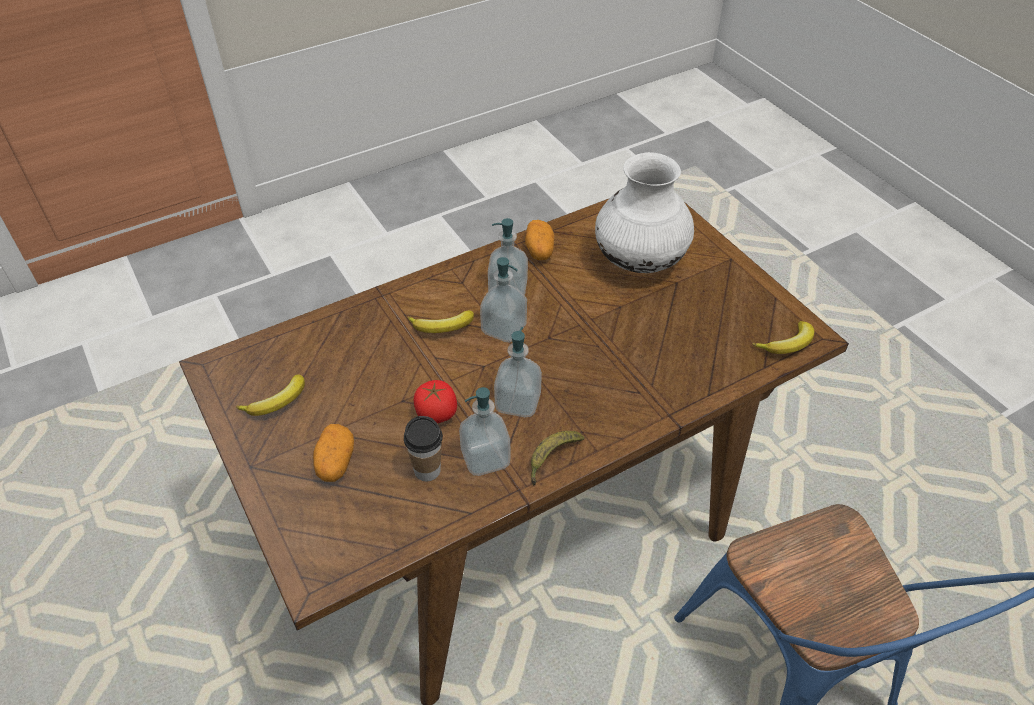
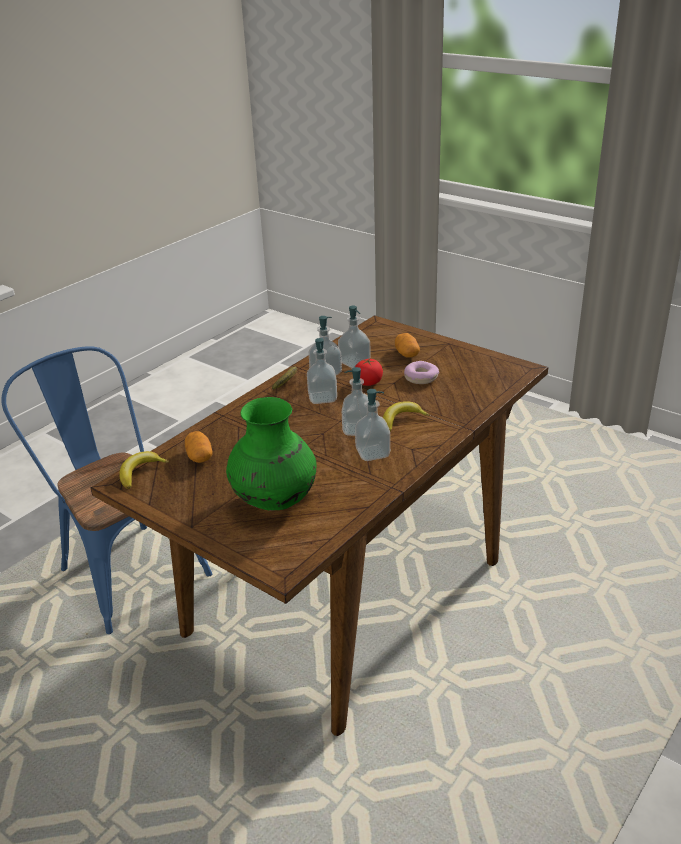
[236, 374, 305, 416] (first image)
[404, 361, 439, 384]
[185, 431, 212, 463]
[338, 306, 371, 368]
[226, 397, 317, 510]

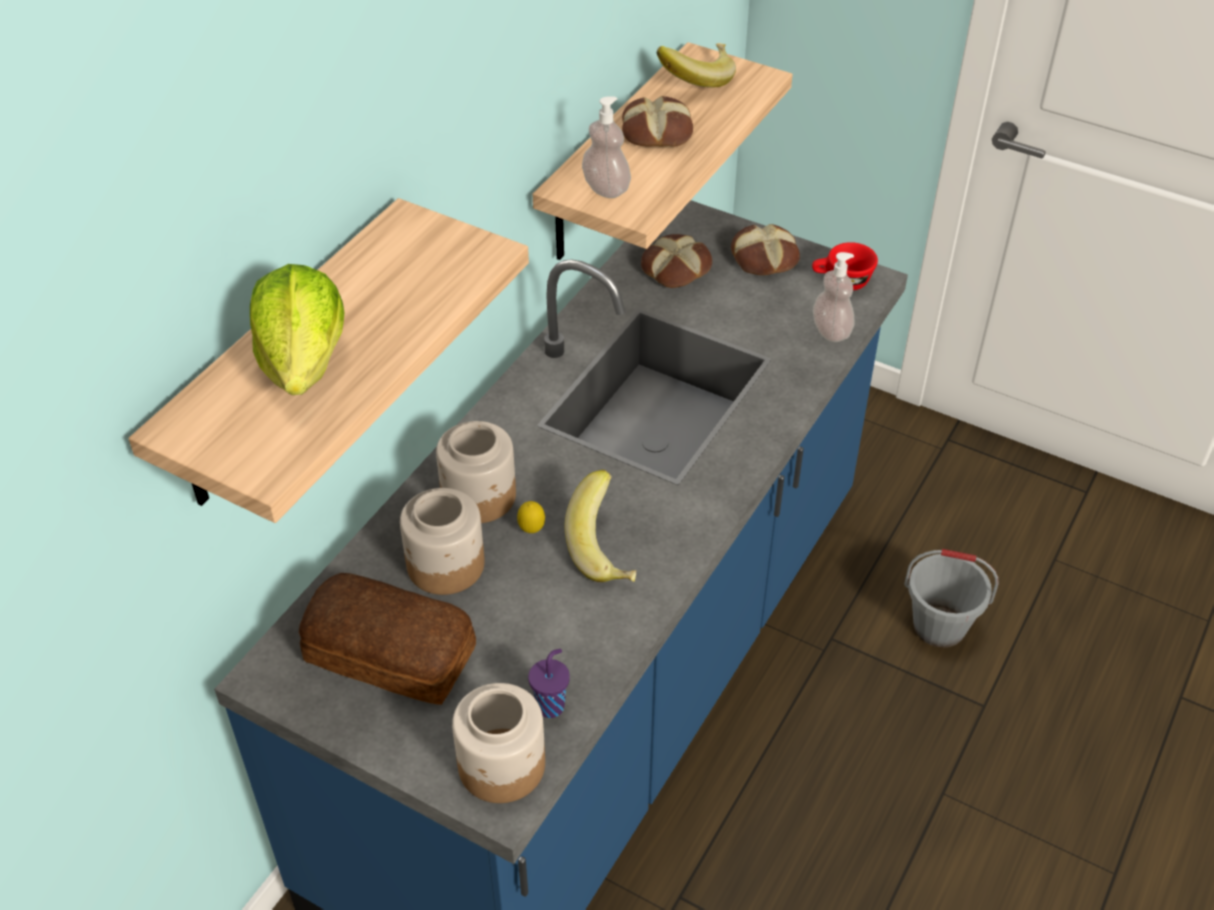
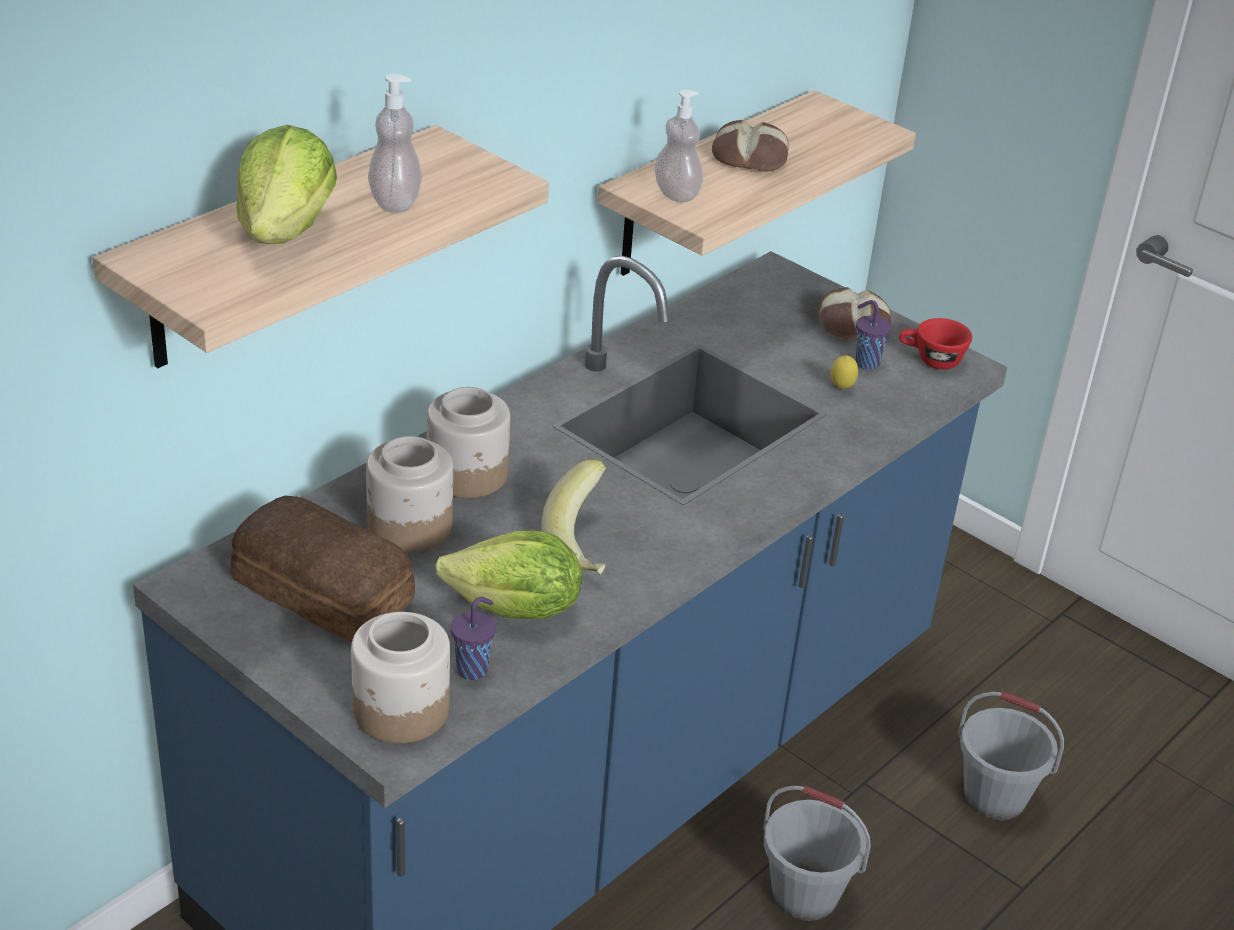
[641, 234, 712, 288] (first image)
[656, 43, 736, 87] (first image)
[435, 531, 582, 619]
[763, 785, 871, 921]
[855, 300, 891, 370]
[831, 355, 858, 389]
[368, 73, 422, 213]

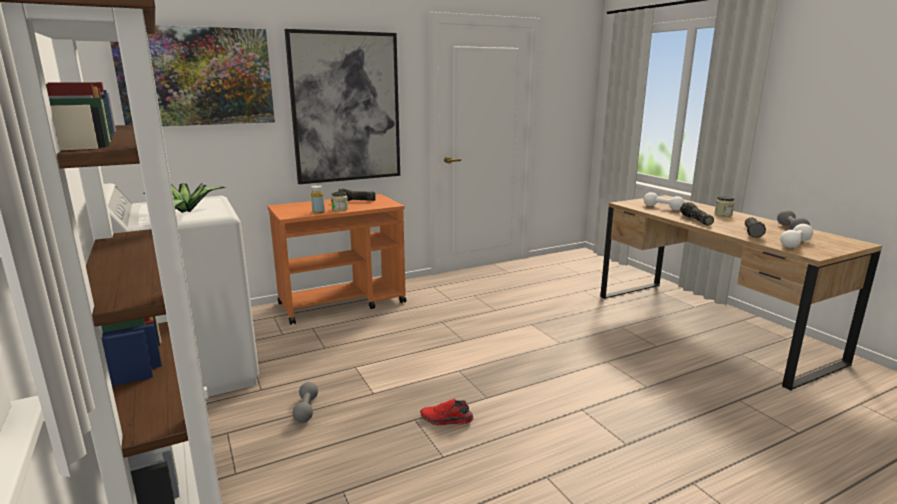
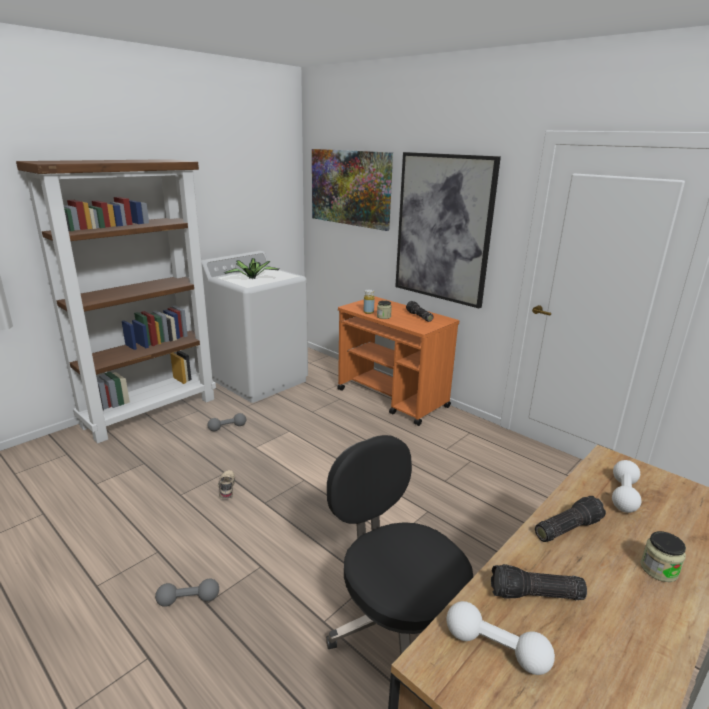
[326, 435, 473, 655]
[155, 579, 219, 607]
[218, 470, 235, 499]

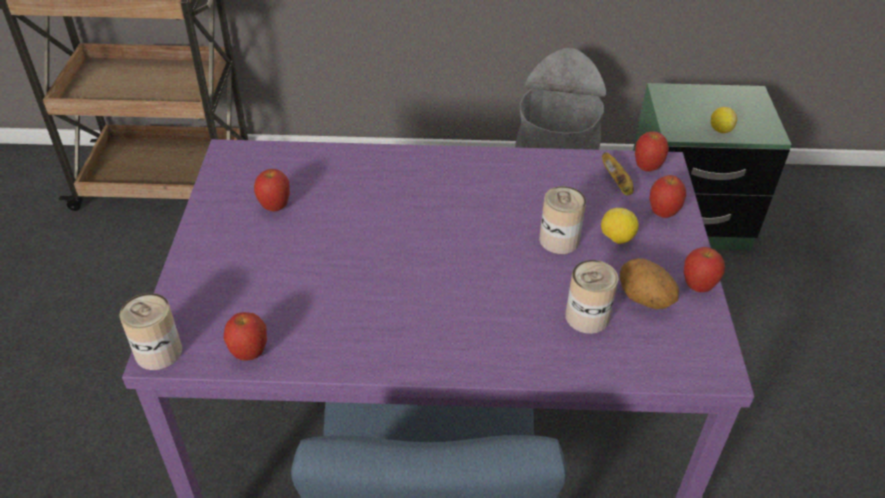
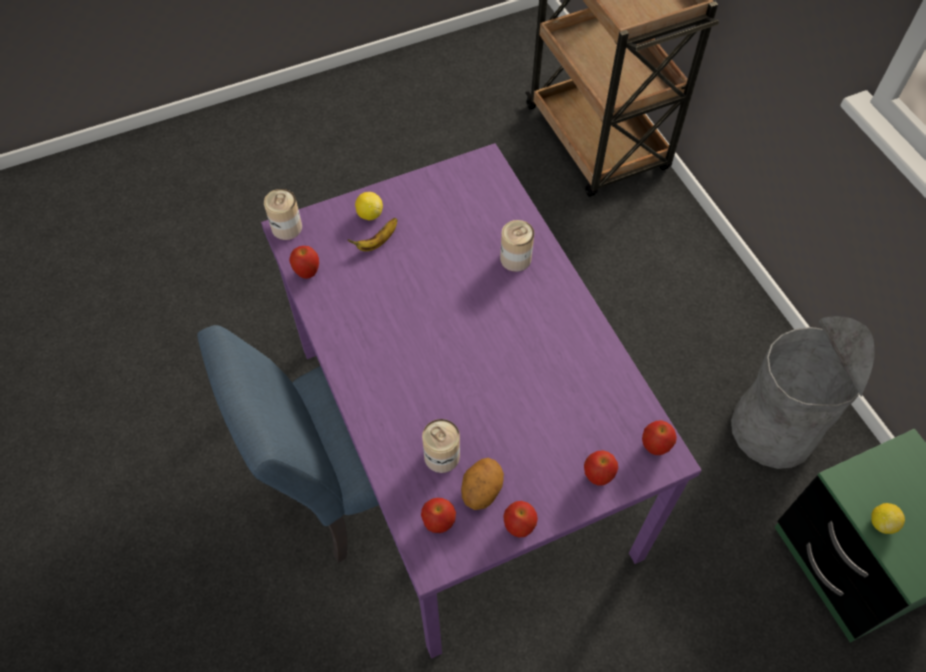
[421, 498, 456, 533]
[500, 220, 534, 272]
[355, 192, 383, 220]
[348, 218, 397, 251]

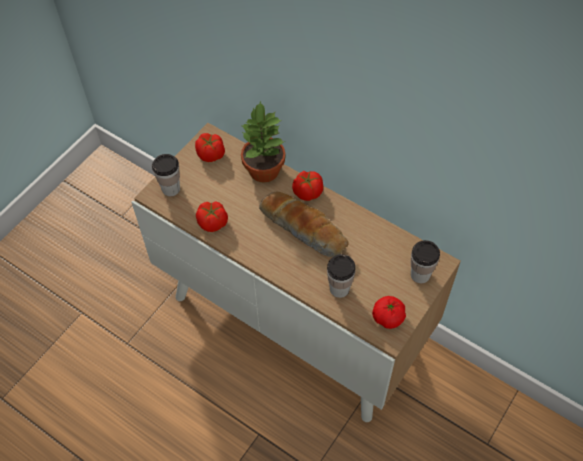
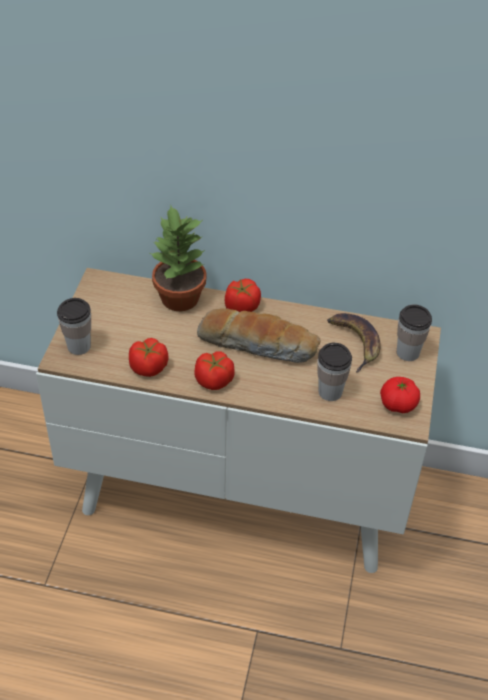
[327, 313, 381, 373]
[194, 351, 235, 390]

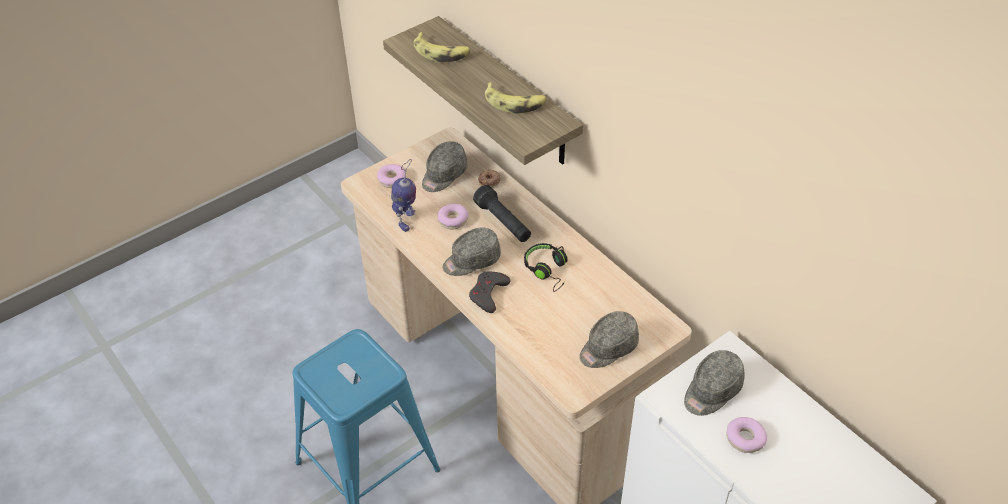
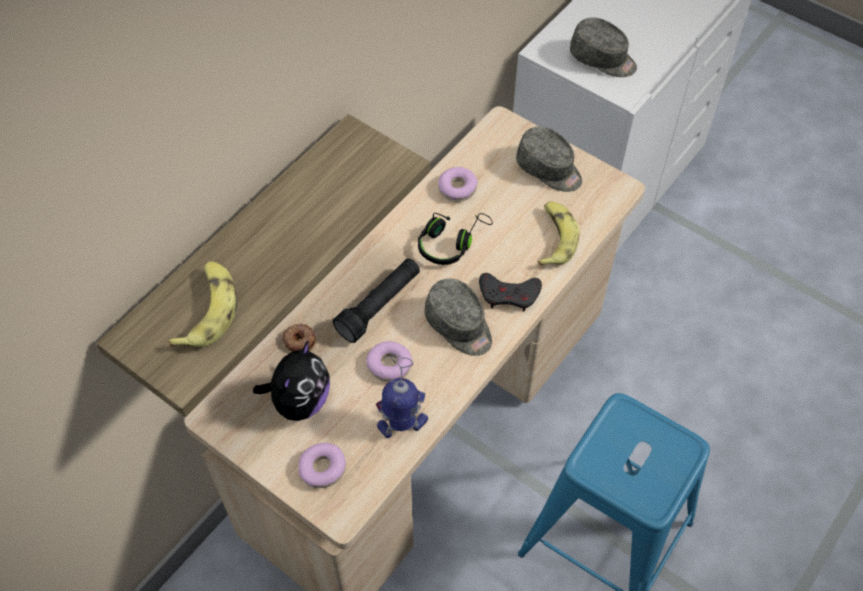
[537, 201, 580, 266]
[438, 167, 478, 202]
[253, 340, 330, 421]

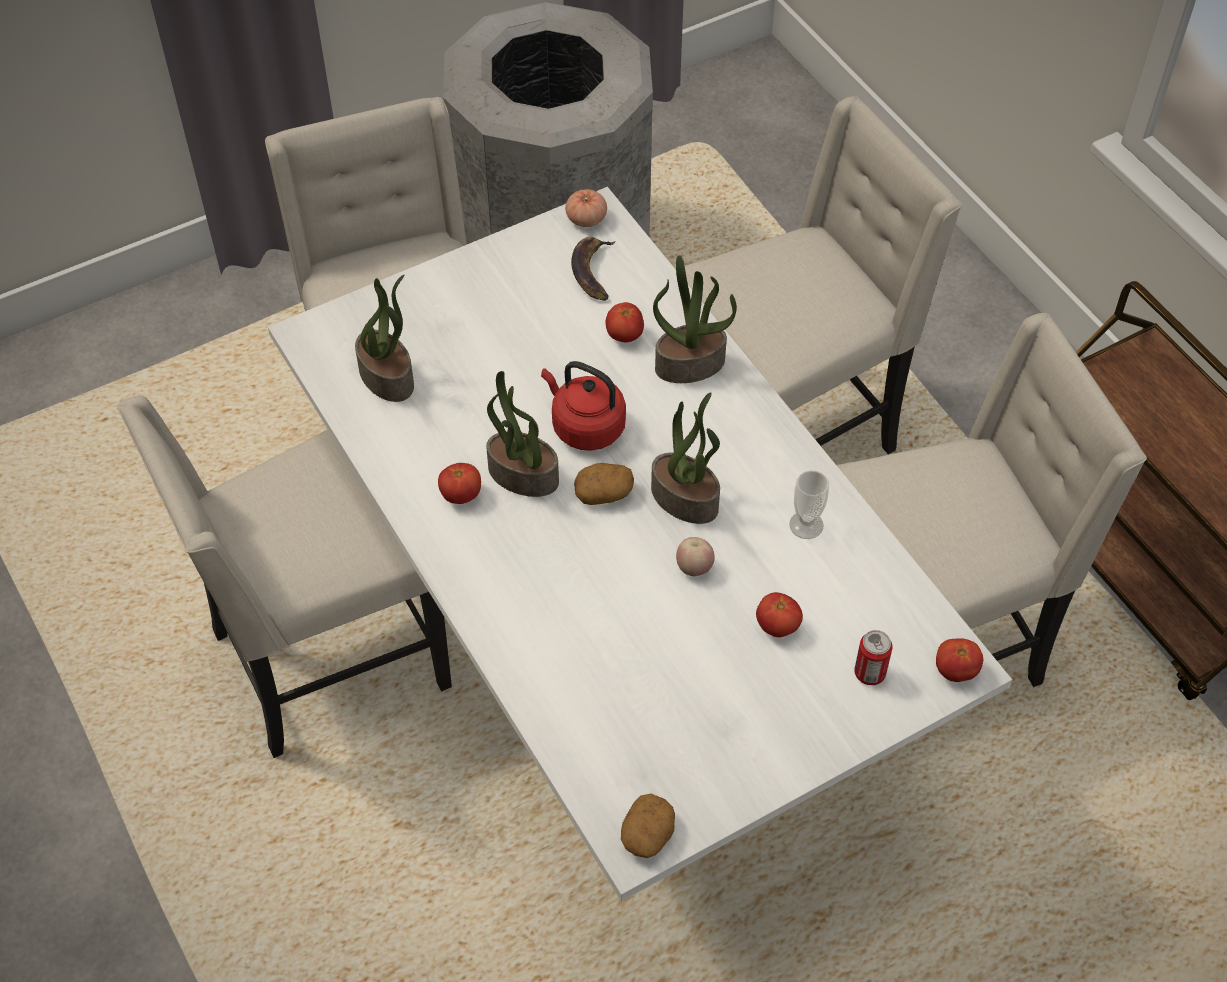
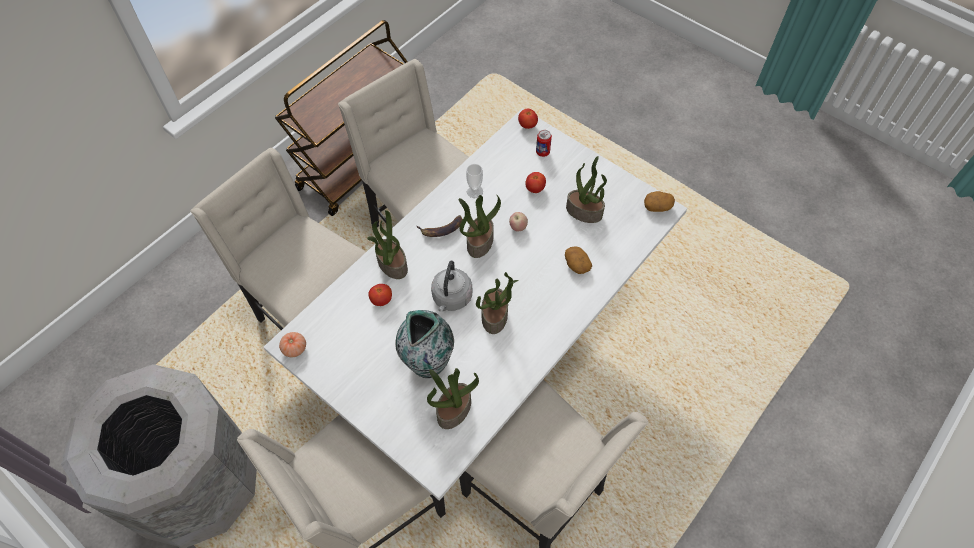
[438, 463, 481, 504] (first image)
[395, 310, 454, 378]
[566, 156, 607, 223]
[417, 215, 463, 237]
[565, 246, 592, 274]
[431, 261, 472, 312]

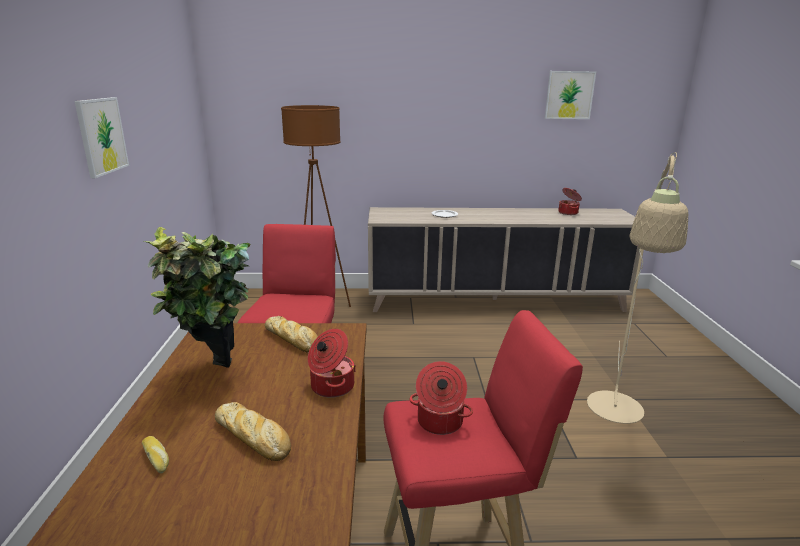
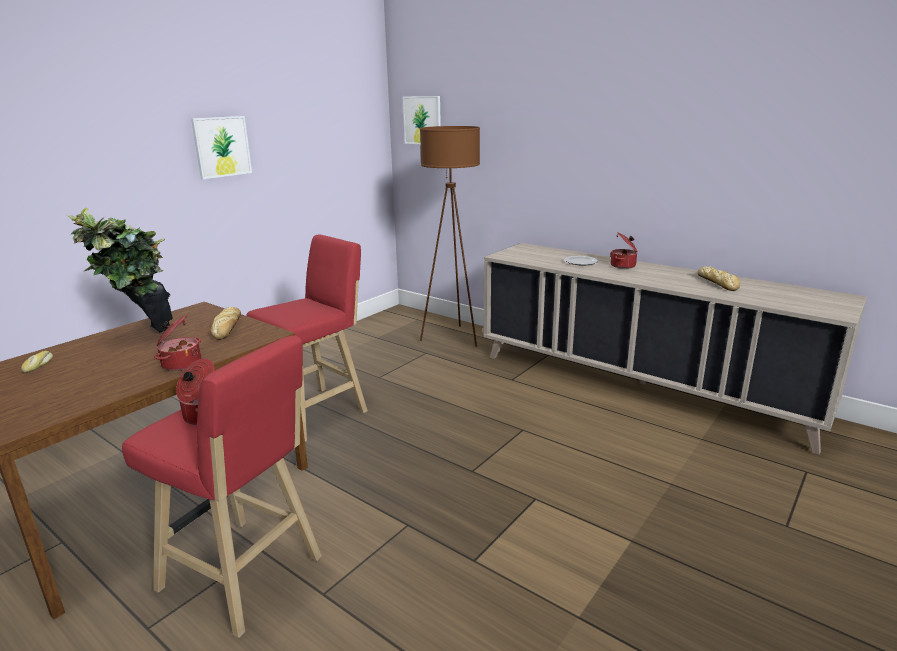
[587, 152, 688, 424] (first image)
[697, 266, 740, 291]
[403, 96, 441, 144]
[610, 232, 638, 269]

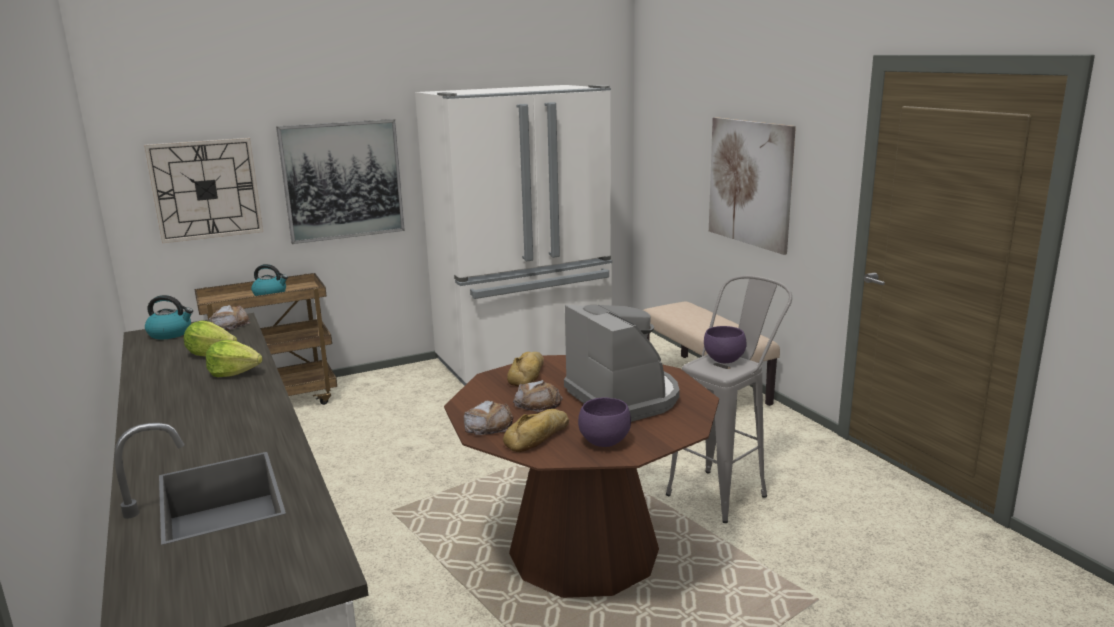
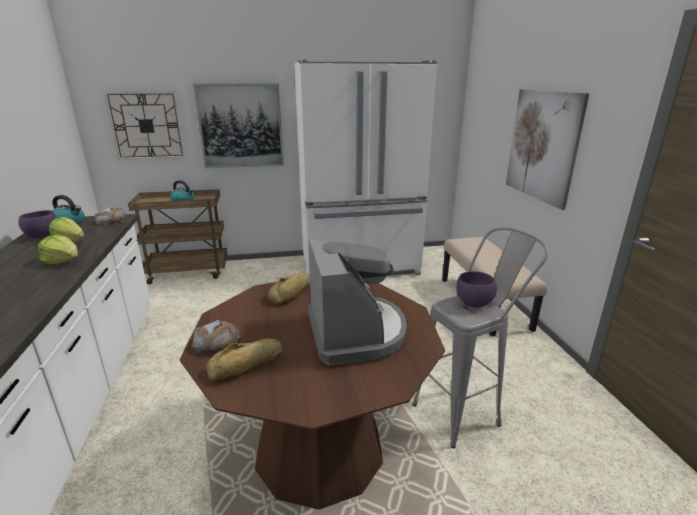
[513, 380, 563, 412] (first image)
[18, 210, 57, 238]

